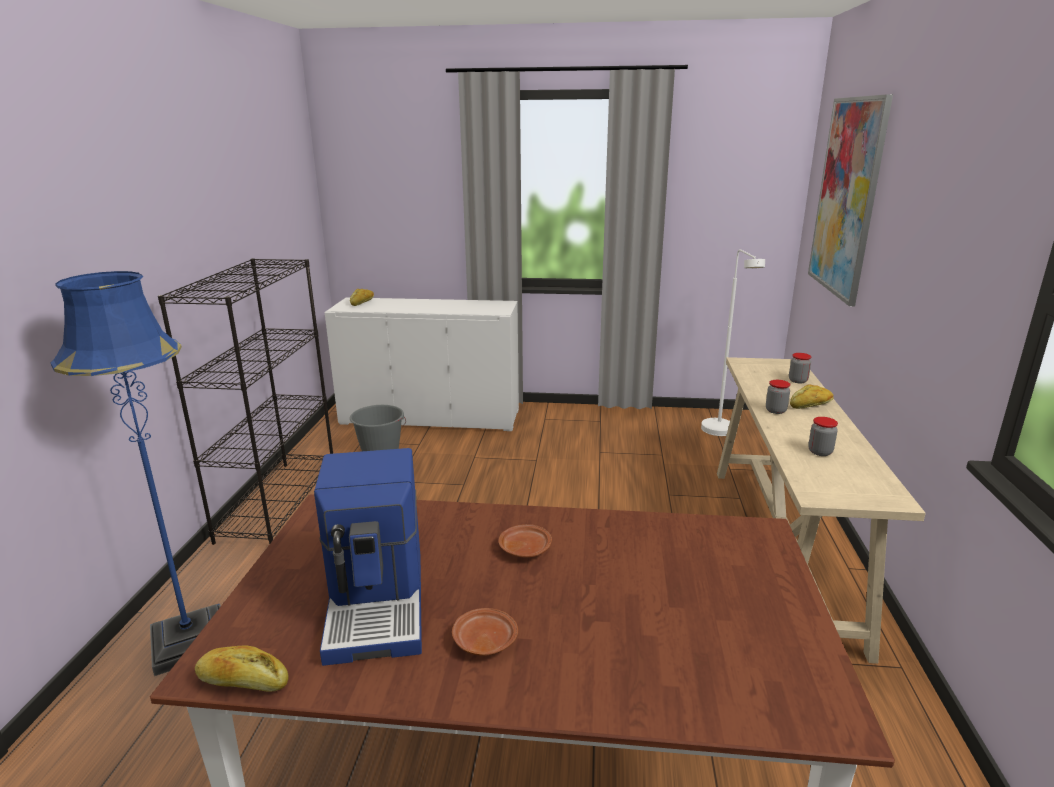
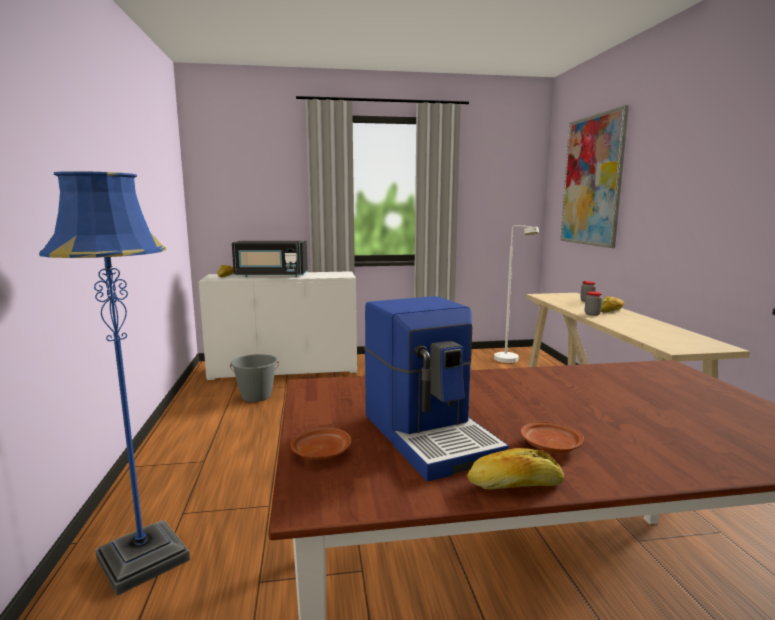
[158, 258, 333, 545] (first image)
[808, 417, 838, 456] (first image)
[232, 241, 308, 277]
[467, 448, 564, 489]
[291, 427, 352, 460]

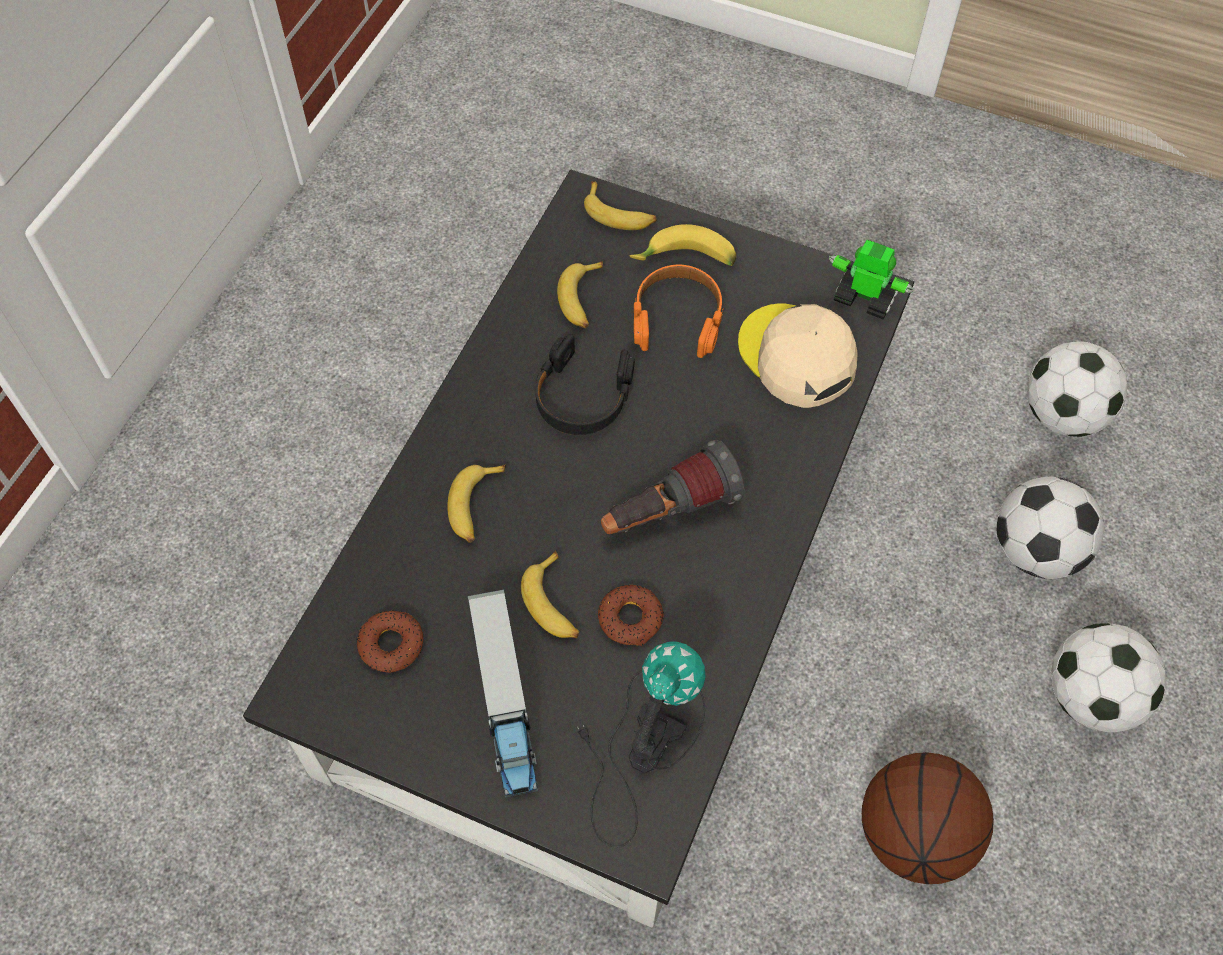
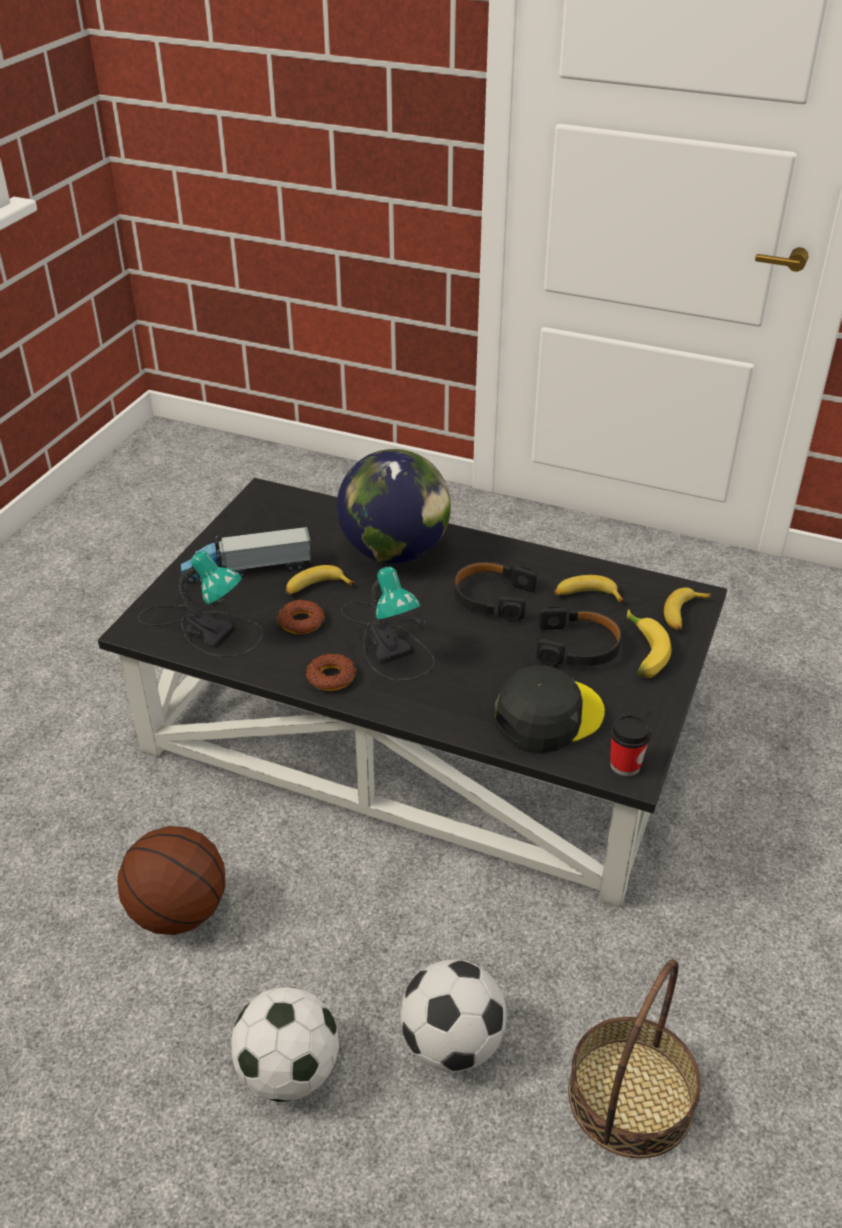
[306, 653, 356, 691]
[337, 449, 451, 564]
[341, 567, 435, 681]
[610, 714, 651, 776]
[568, 959, 701, 1159]
[536, 606, 622, 666]
[493, 666, 605, 753]

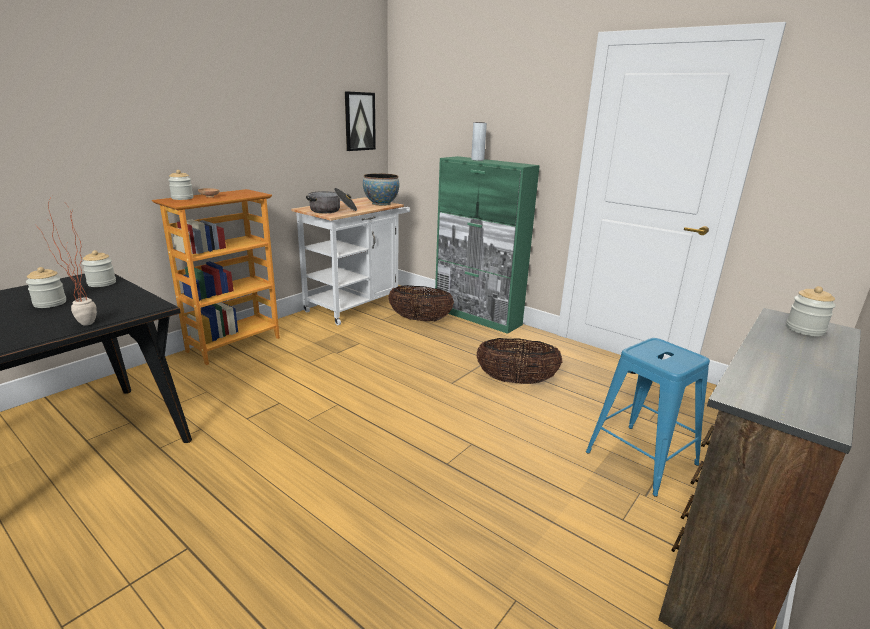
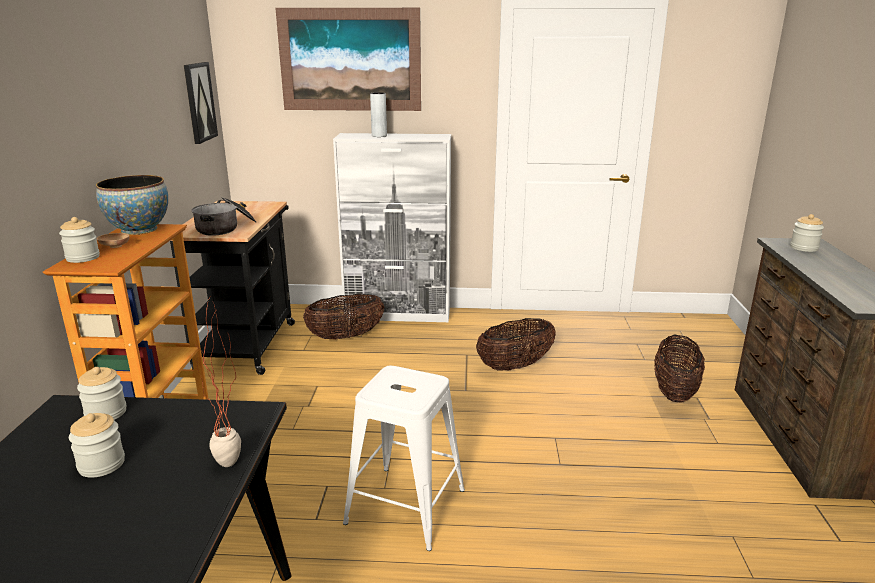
[275, 8, 421, 111]
[343, 366, 465, 551]
[96, 175, 168, 235]
[654, 335, 705, 403]
[170, 201, 295, 375]
[333, 133, 451, 322]

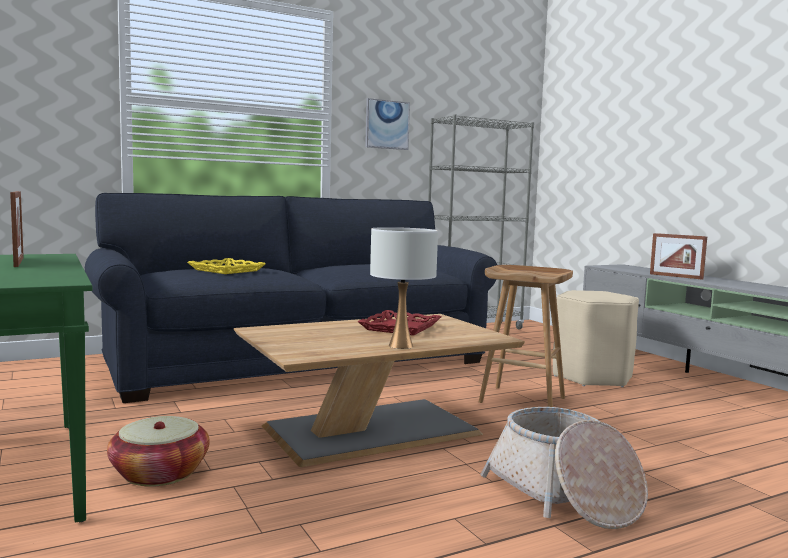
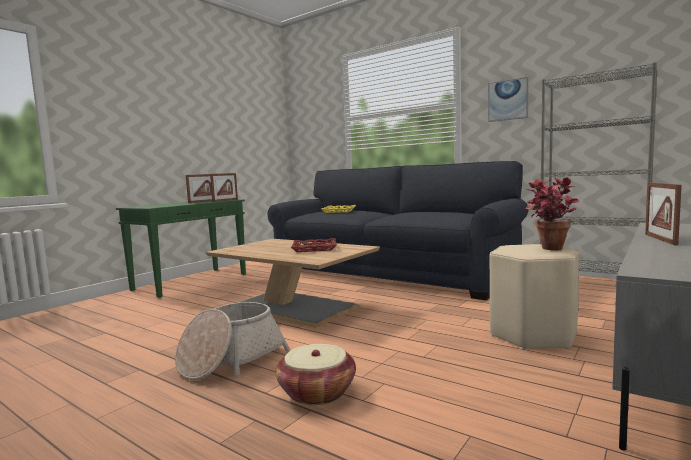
[370, 227, 438, 349] (first image)
[479, 265, 573, 407] (first image)
[210, 173, 238, 202]
[526, 177, 579, 250]
[276, 344, 356, 405]

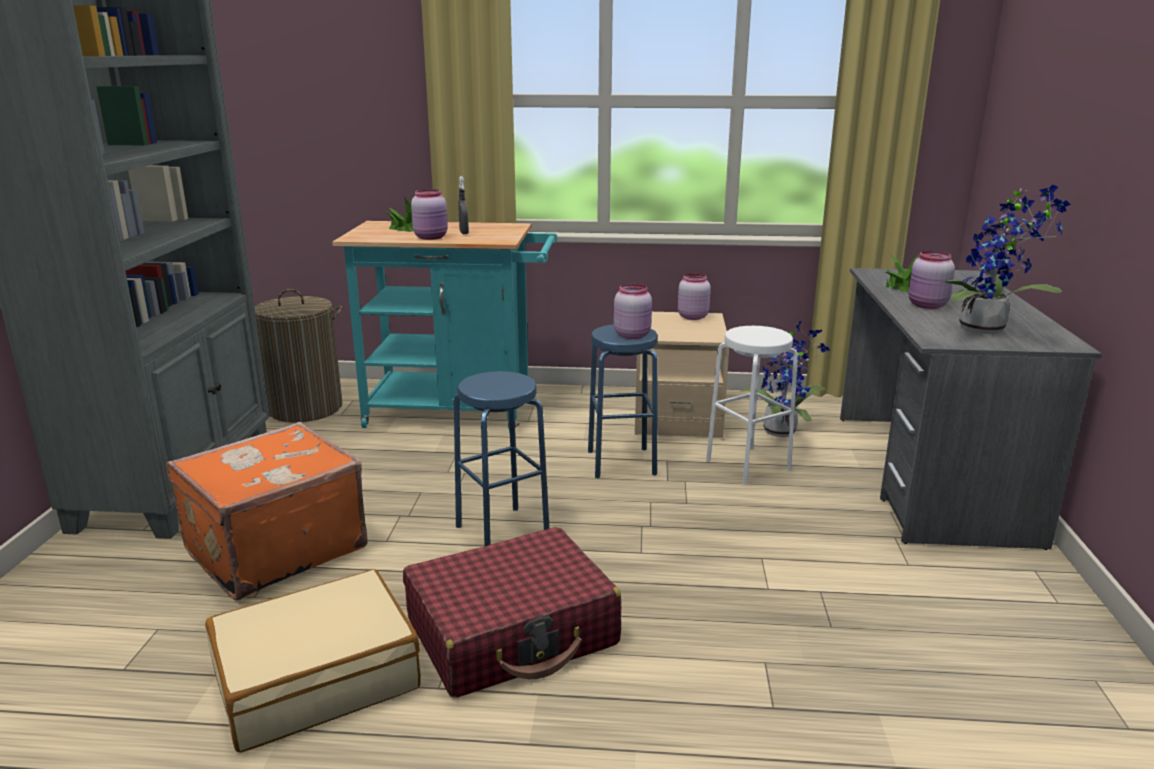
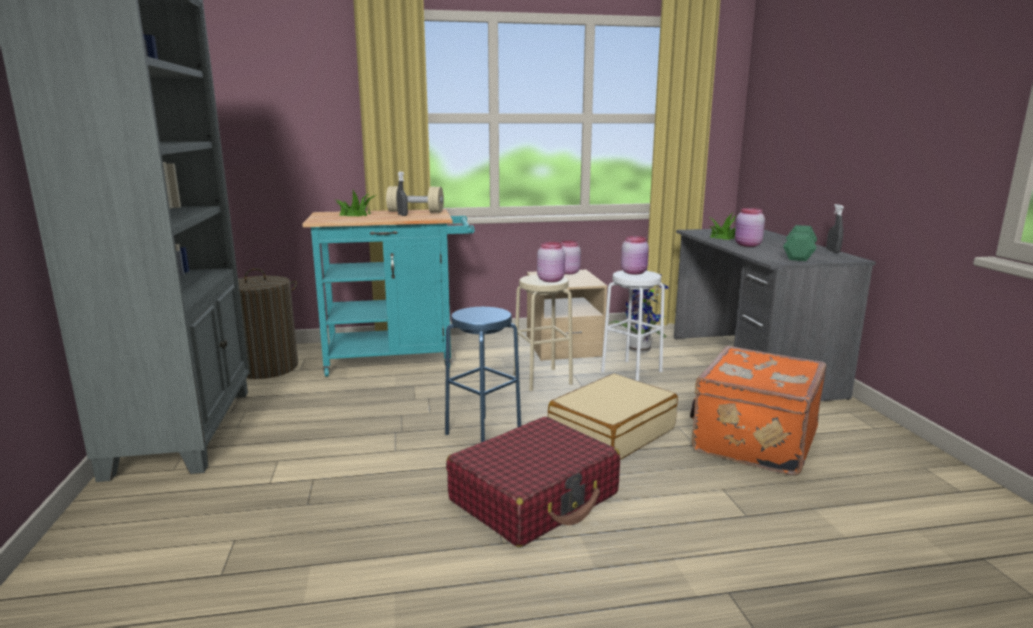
[386, 186, 444, 212]
[826, 204, 844, 253]
[690, 346, 826, 476]
[548, 374, 678, 460]
[621, 236, 649, 274]
[783, 225, 817, 261]
[514, 275, 573, 391]

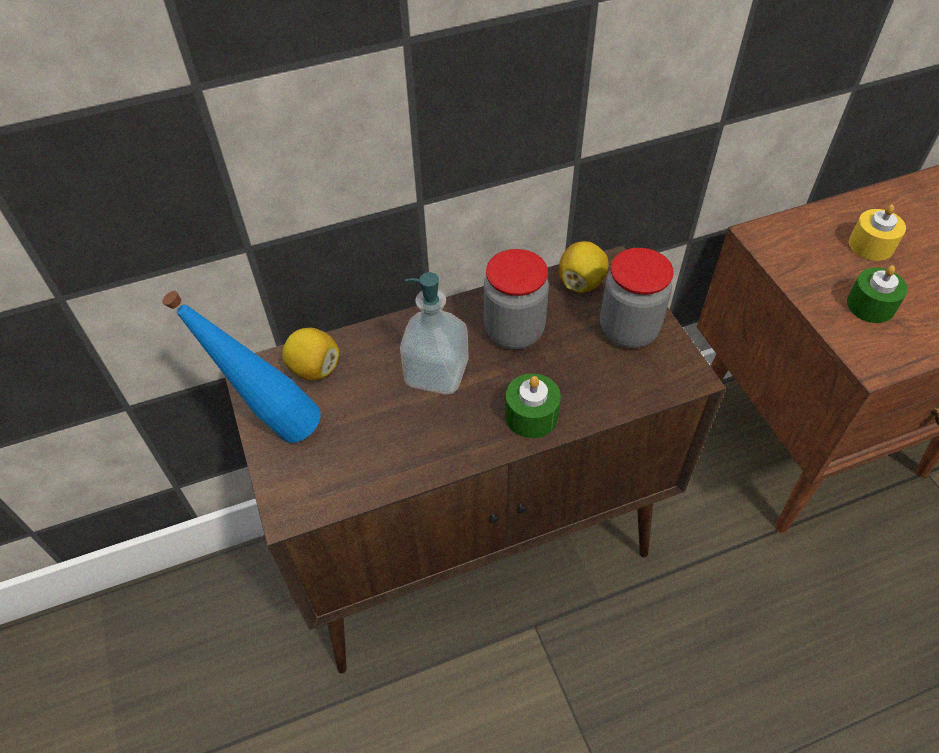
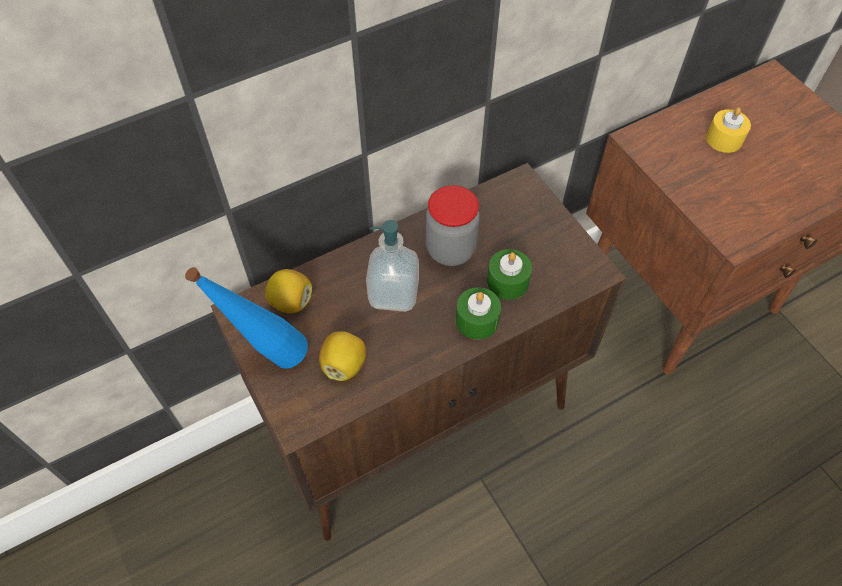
[600, 248, 674, 348] (first image)
[319, 332, 366, 381]
[487, 249, 532, 300]

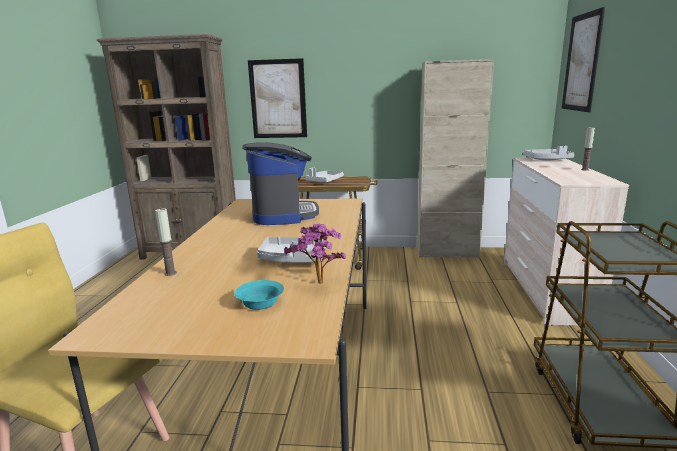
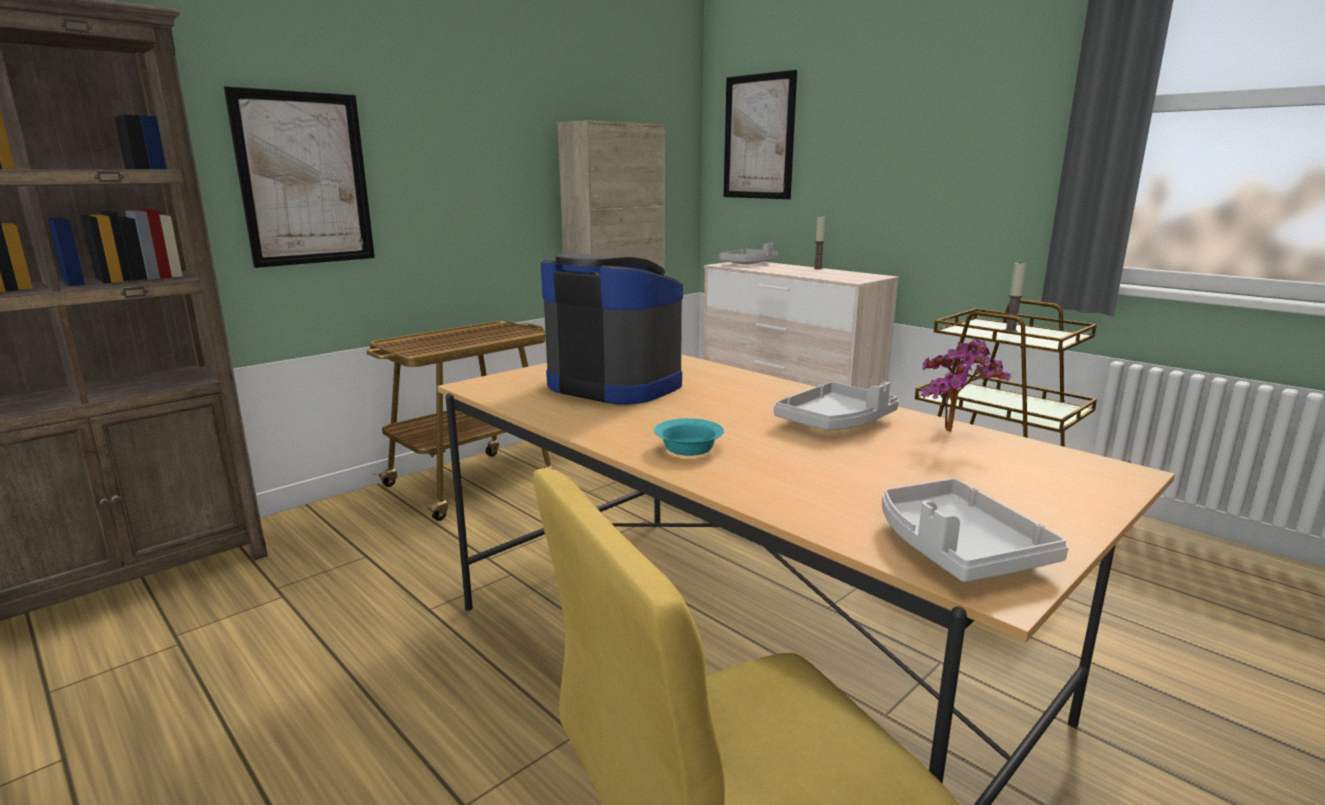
[1005, 261, 1027, 332]
[654, 418, 724, 456]
[882, 478, 1069, 582]

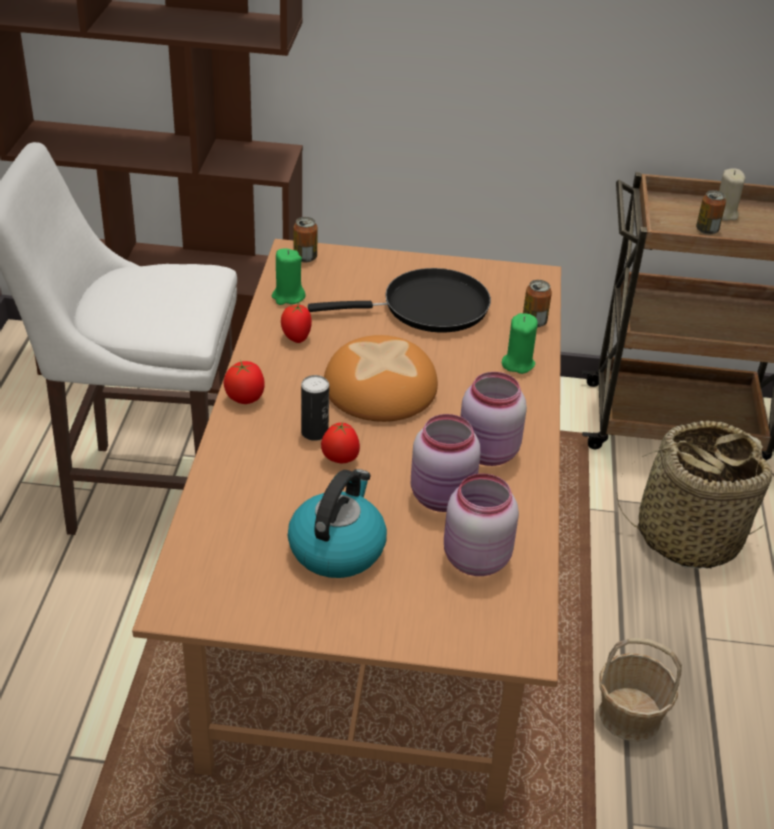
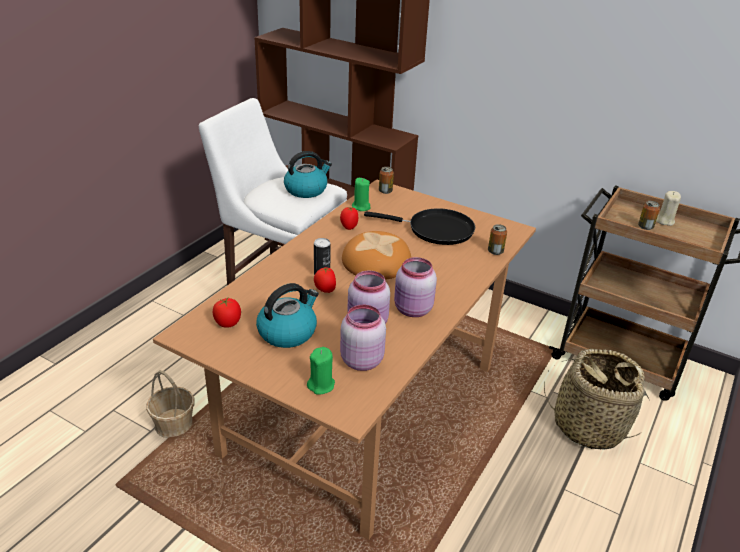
[284, 151, 332, 198]
[213, 298, 241, 328]
[307, 347, 335, 395]
[146, 370, 194, 438]

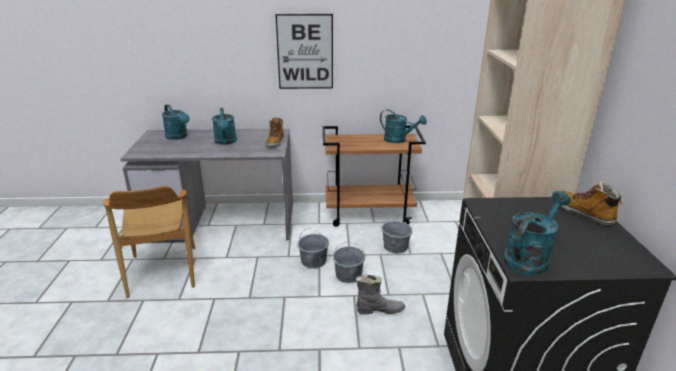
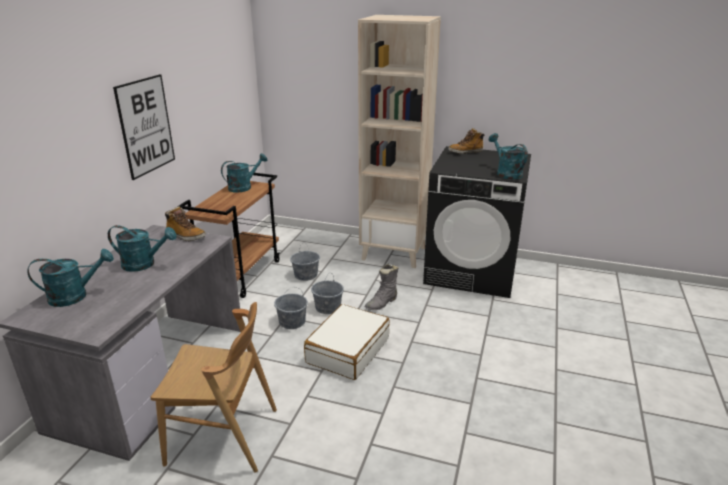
[304, 304, 390, 380]
[364, 264, 399, 310]

